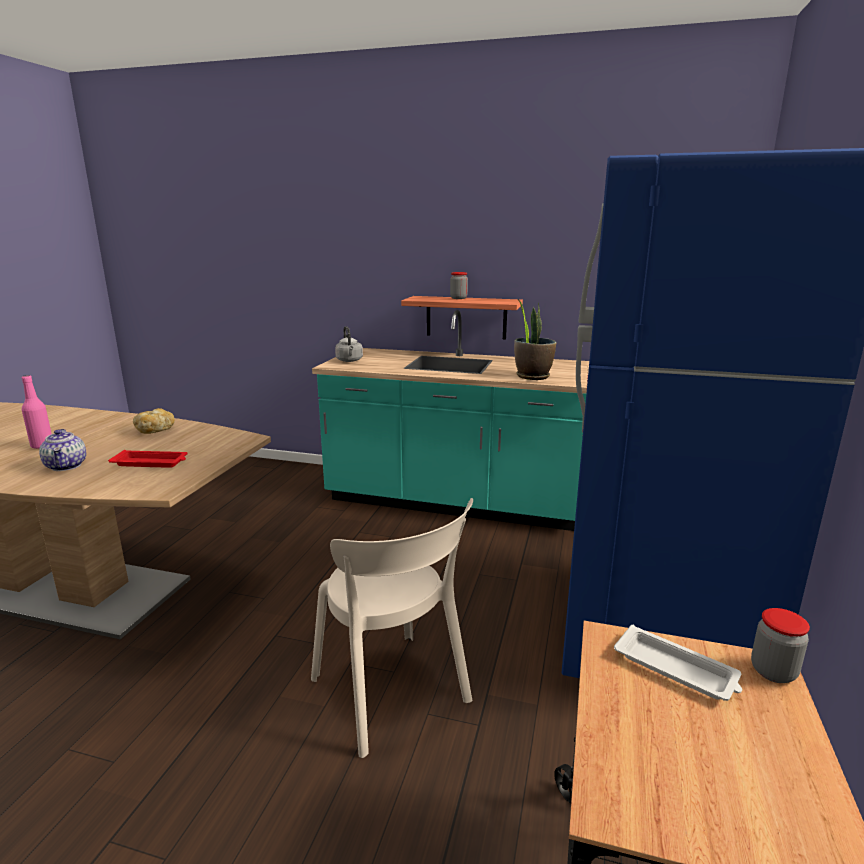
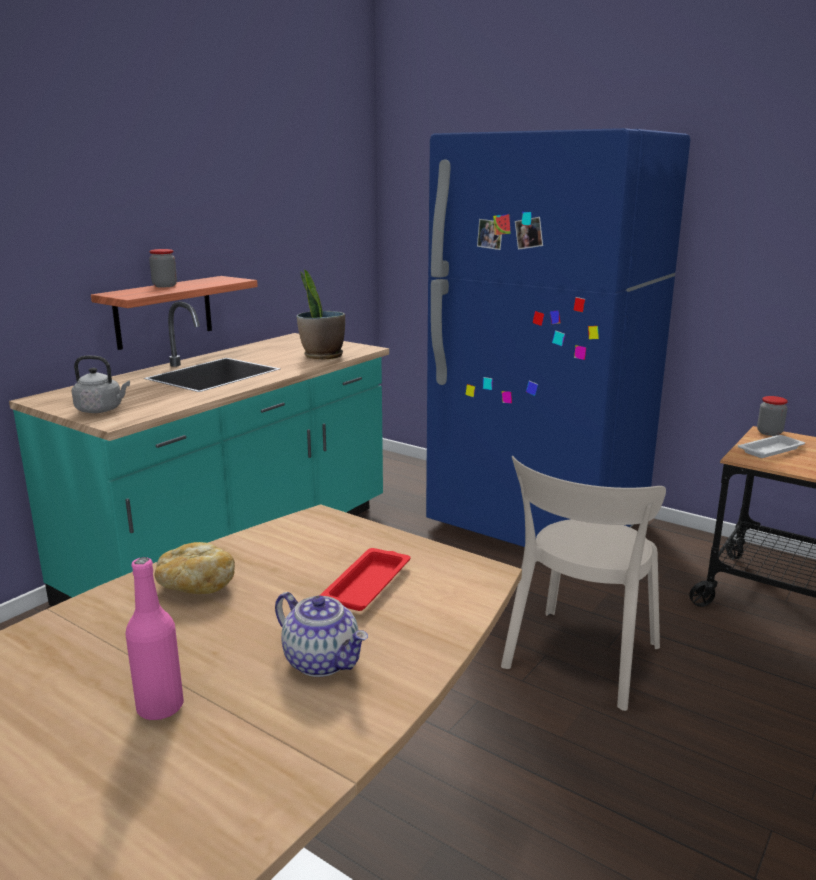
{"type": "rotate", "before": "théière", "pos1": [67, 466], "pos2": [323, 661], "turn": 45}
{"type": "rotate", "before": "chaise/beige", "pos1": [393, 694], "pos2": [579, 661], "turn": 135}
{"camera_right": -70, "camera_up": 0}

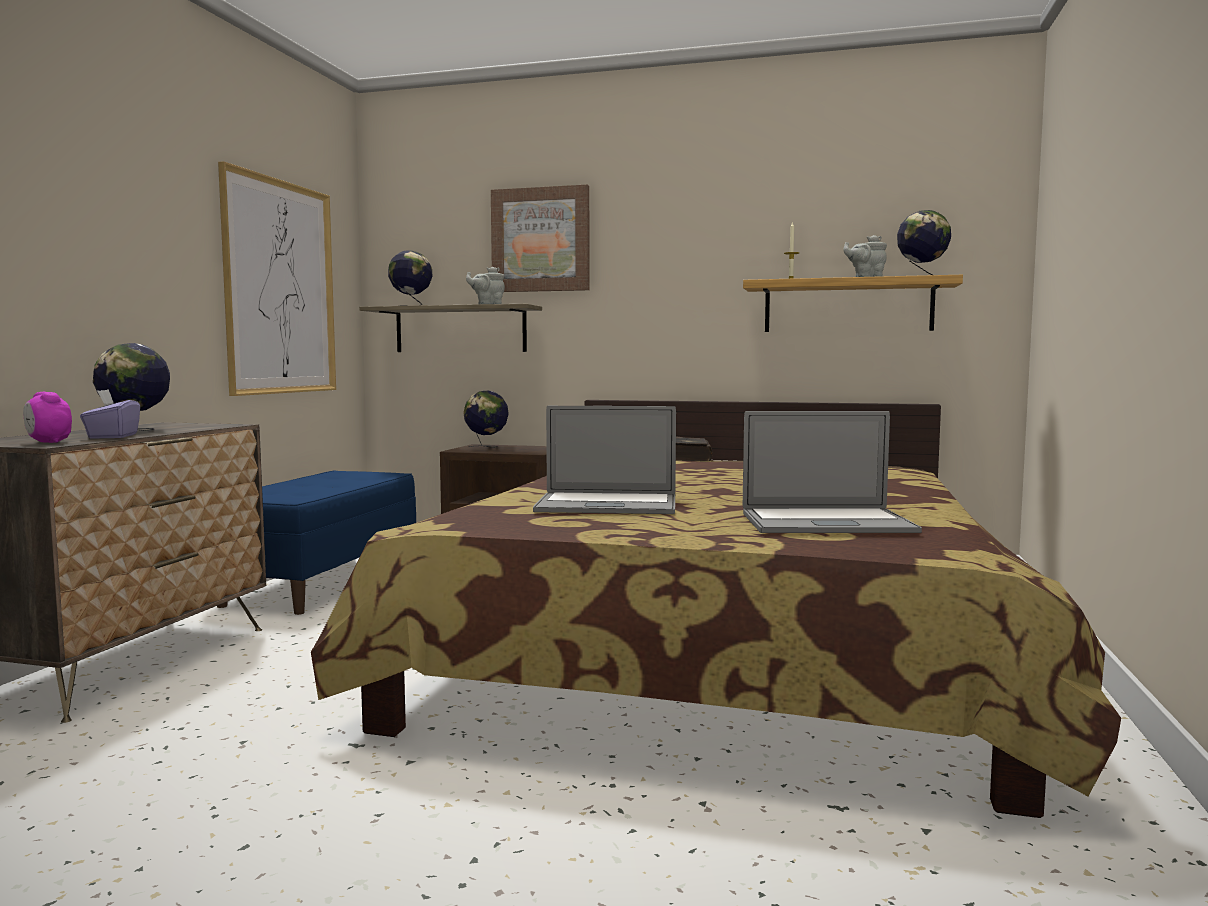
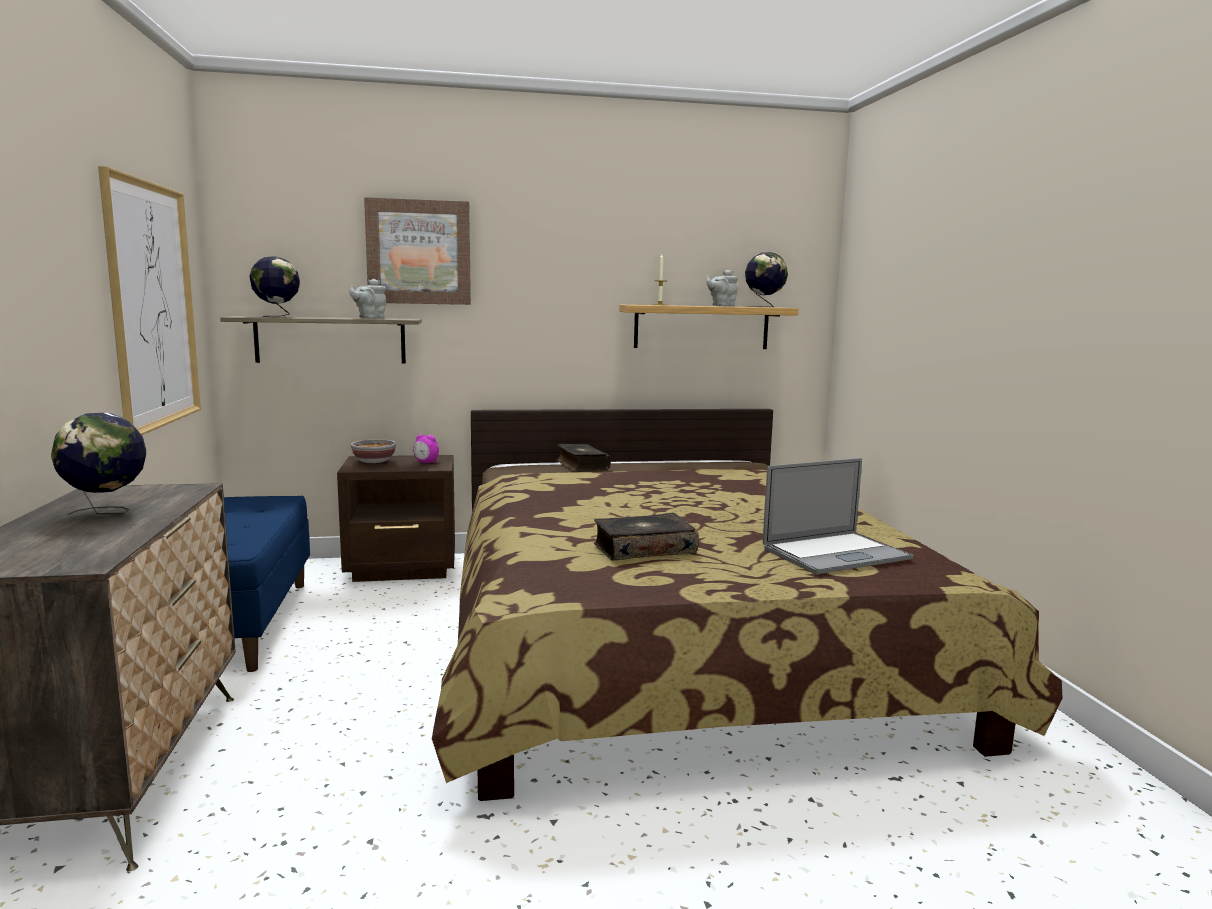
{"type": "replace", "before": "globe", "after": "bol", "pos1": [486, 447], "pos2": [374, 461]}
{"type": "move", "before": "réveil", "pos1": [48, 442], "pos2": [426, 462]}
{"type": "replace", "before": "ordinateur portable", "after": "livre", "pos1": [607, 505], "pos2": [643, 549]}
{"type": "delete", "before": "boîte à mouchoirs/violet", "pos1": [112, 436]}
{"camera_right": -25, "camera_up": 5}

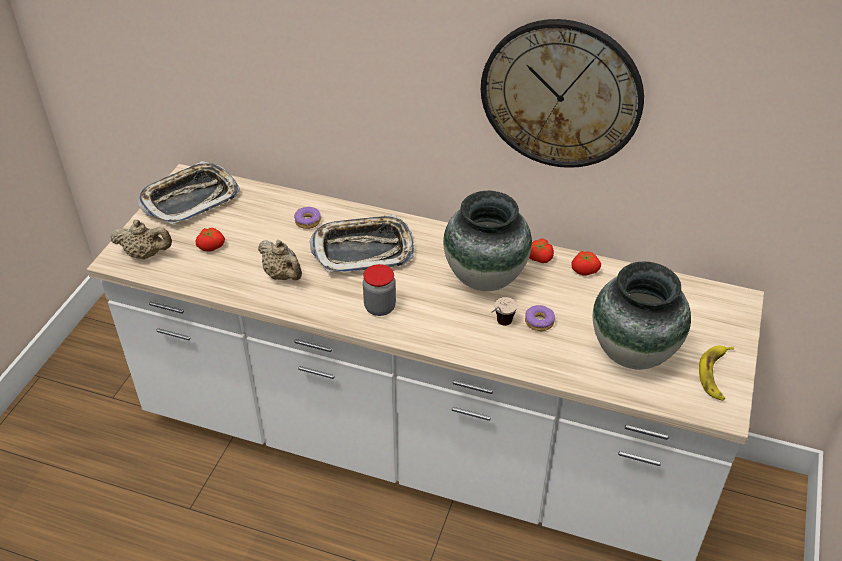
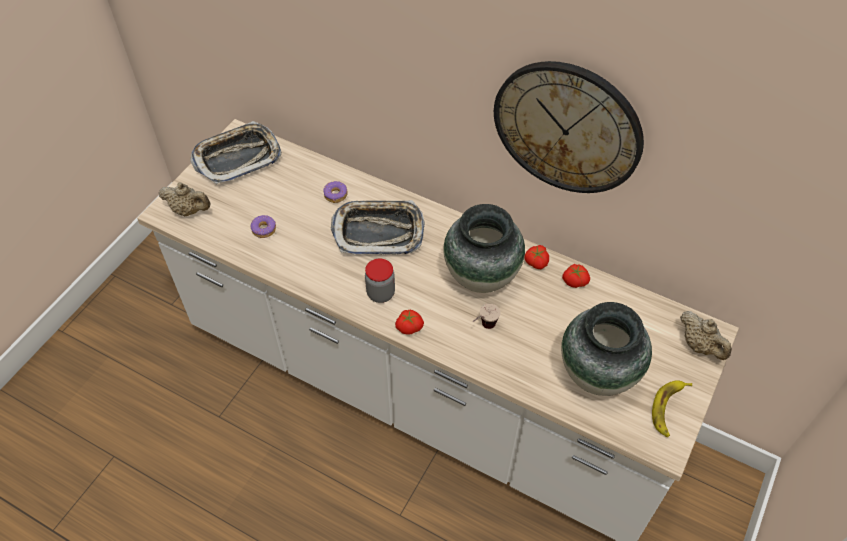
{"type": "move", "before": "beignet", "pos1": [539, 322], "pos2": [264, 229]}
{"type": "move", "before": "tomate", "pos1": [211, 245], "pos2": [409, 326]}
{"type": "move", "before": "théière/beige", "pos1": [283, 275], "pos2": [700, 346]}
{"camera_right": 10, "camera_up": 10}

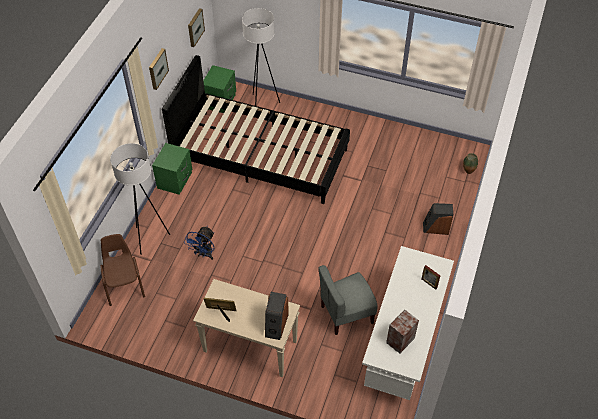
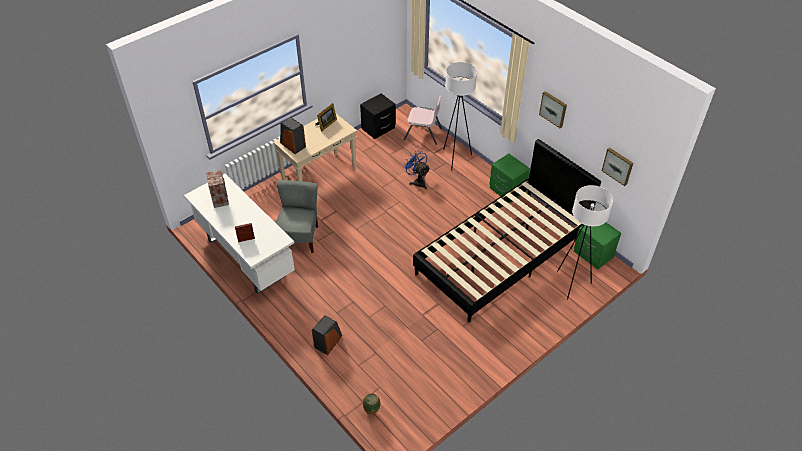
{"type": "insert", "after": "table de chevet/noir", "pos2": [378, 128]}
{"type": "recolor", "before": "chaise/marron", "after": "chaise/rose", "pos1": [124, 284], "pos2": [423, 134]}
{"camera_right": 120, "camera_up": -5}

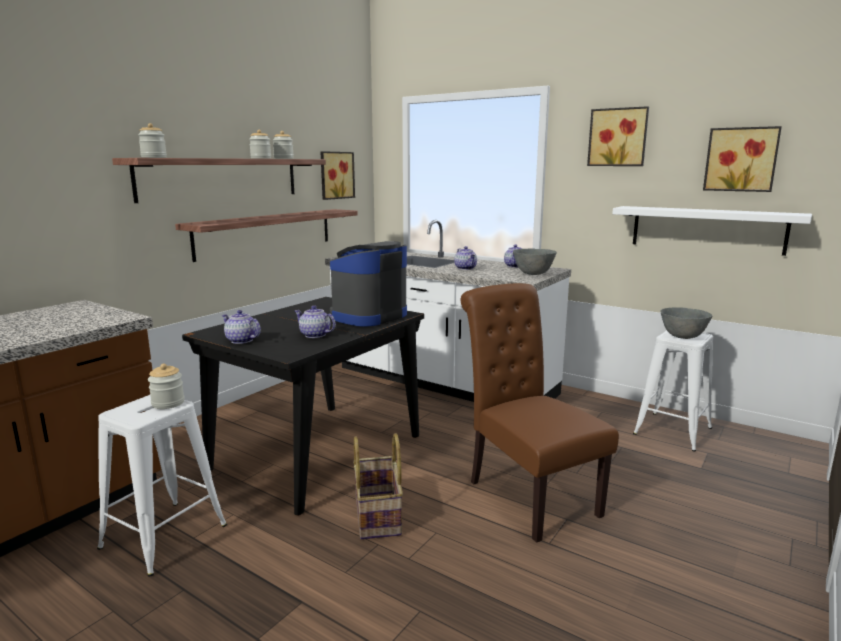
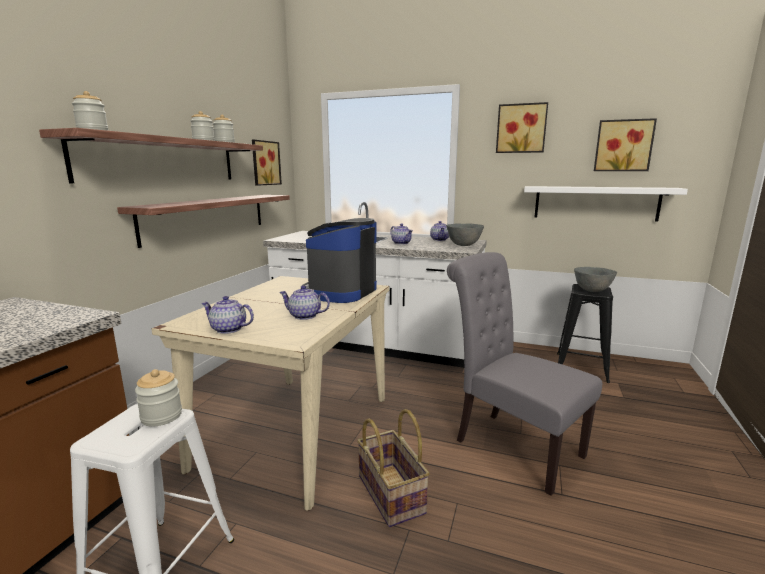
{"type": "recolor", "before": "table à manger/noir", "after": "table à manger/beige", "pos1": [317, 453], "pos2": [296, 432]}
{"type": "recolor", "before": "chaise/marron", "after": "chaise/gris", "pos1": [526, 494], "pos2": [511, 445]}
{"type": "recolor", "before": "tabouret/blanc", "after": "tabouret/noir", "pos1": [673, 431], "pos2": [581, 367]}
{"camera_right": -15, "camera_up": 0}

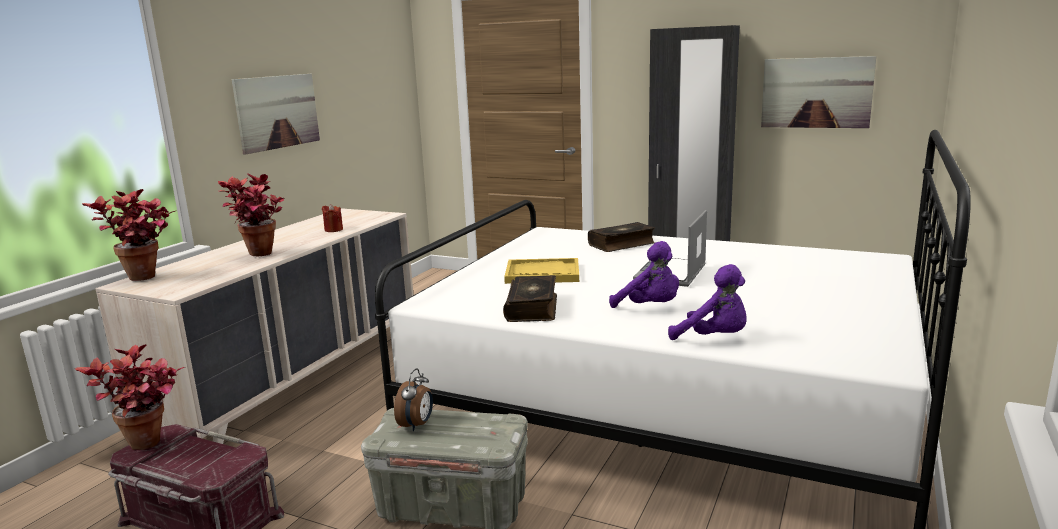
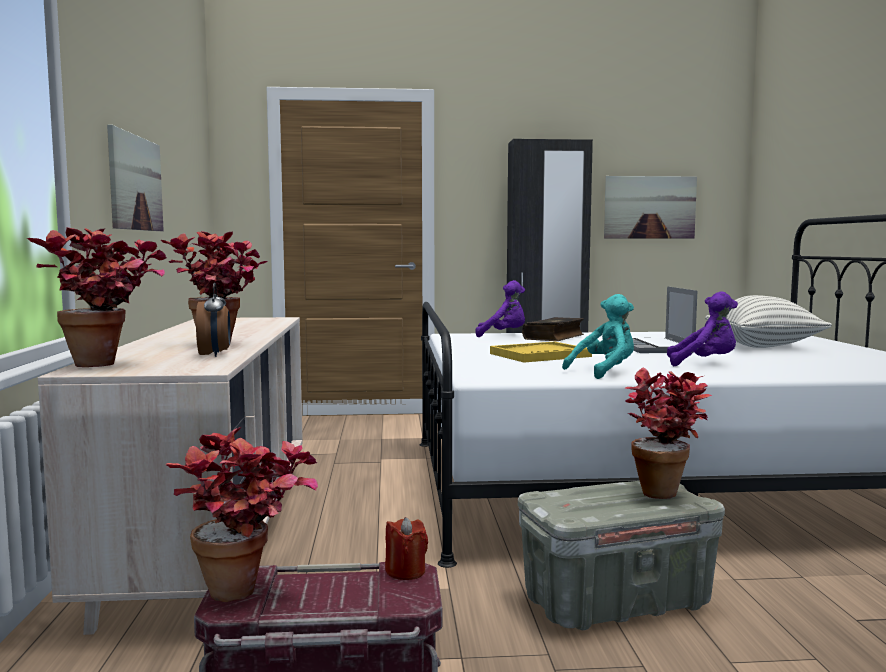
{"type": "move", "before": "réveil", "pos1": [417, 425], "pos2": [215, 354]}
{"type": "move", "before": "bougie/rouge", "pos1": [333, 230], "pos2": [405, 571]}
{"type": "move", "before": "peluche/violet", "pos1": [714, 338], "pos2": [503, 335]}
{"type": "replace", "before": "livre", "after": "peluche/turquoise", "pos1": [533, 308], "pos2": [605, 372]}
{"type": "insert", "after": "plante en pot", "pos2": [665, 491]}
{"type": "insert", "after": "coussin", "pos2": [763, 346]}
{"camera_right": -30, "camera_up": -10}

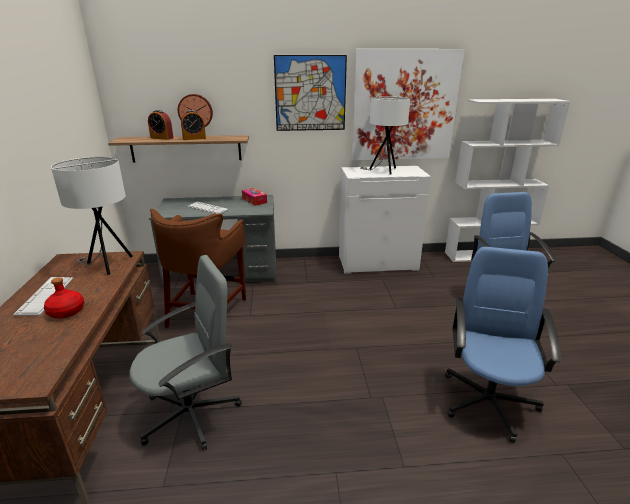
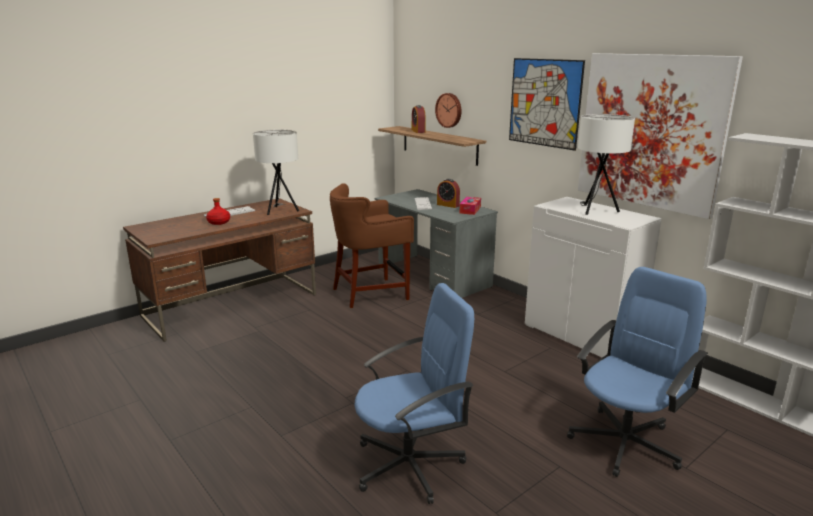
{"type": "move", "before": "réveil", "pos1": [194, 138], "pos2": [448, 205]}
{"type": "delete", "before": "chaise de bureau/gris", "pos1": [192, 413]}
{"camera_right": 55, "camera_up": -5}

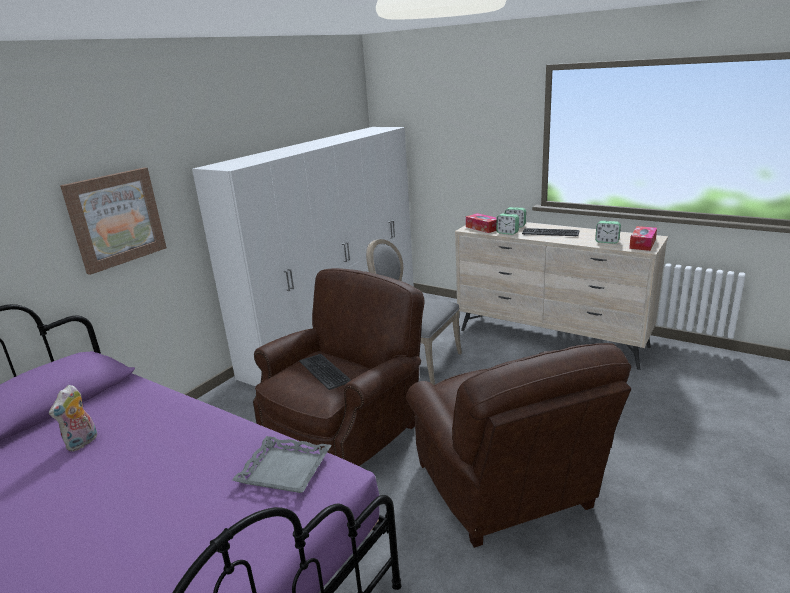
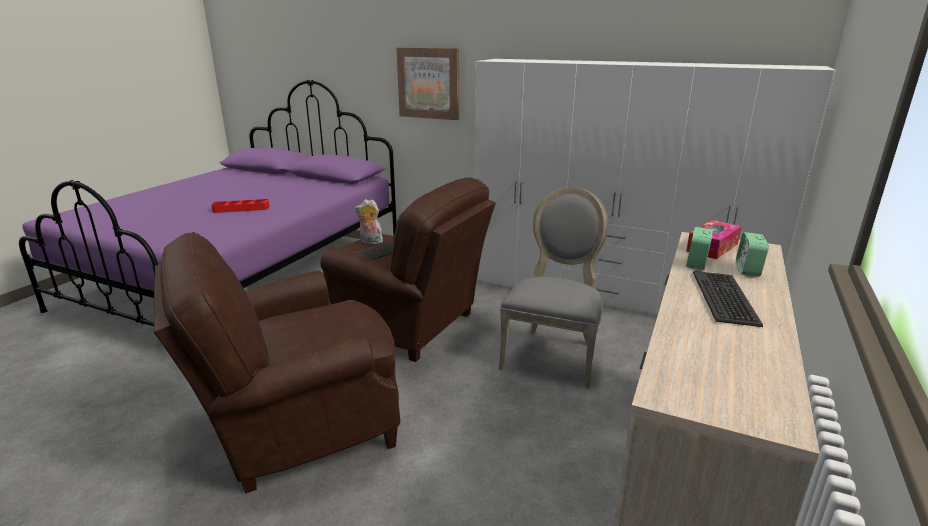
{"type": "insert", "after": "plateau/rouge", "pos2": [241, 209]}
{"type": "move", "before": "peluche", "pos1": [83, 443], "pos2": [370, 242]}
{"type": "delete", "before": "plateau/gris", "pos1": [285, 469]}
{"type": "delete", "before": "réveil", "pos1": [607, 241]}
{"type": "delete", "before": "boîte à mouchoirs", "pos1": [642, 244]}
{"camera_right": 80, "camera_up": 0}

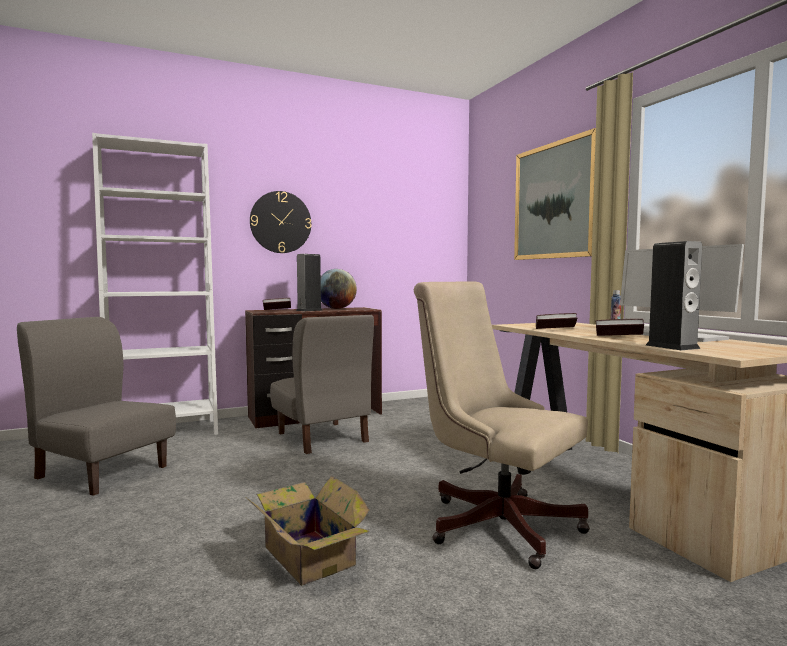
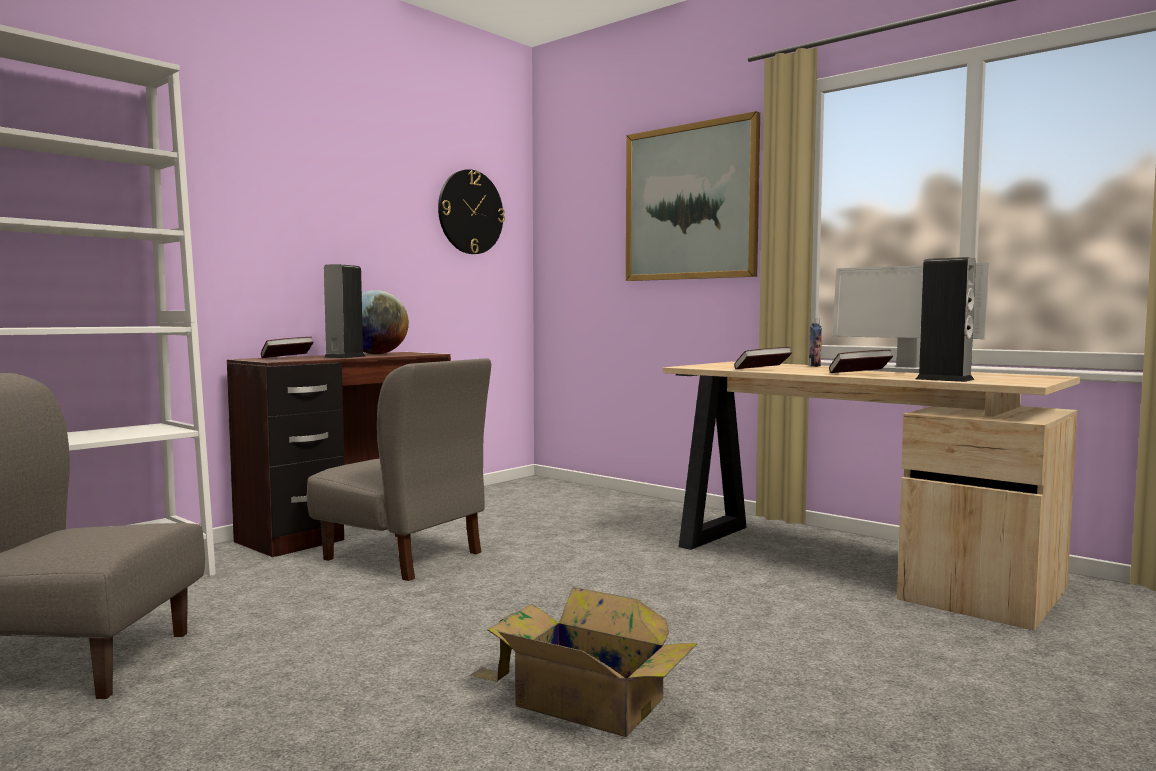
{"type": "move", "before": "horloge murale", "pos1": [280, 222], "pos2": [470, 212]}
{"type": "delete", "before": "chaise de bureau/beige", "pos1": [494, 522]}
{"camera_right": -25, "camera_up": 0}

